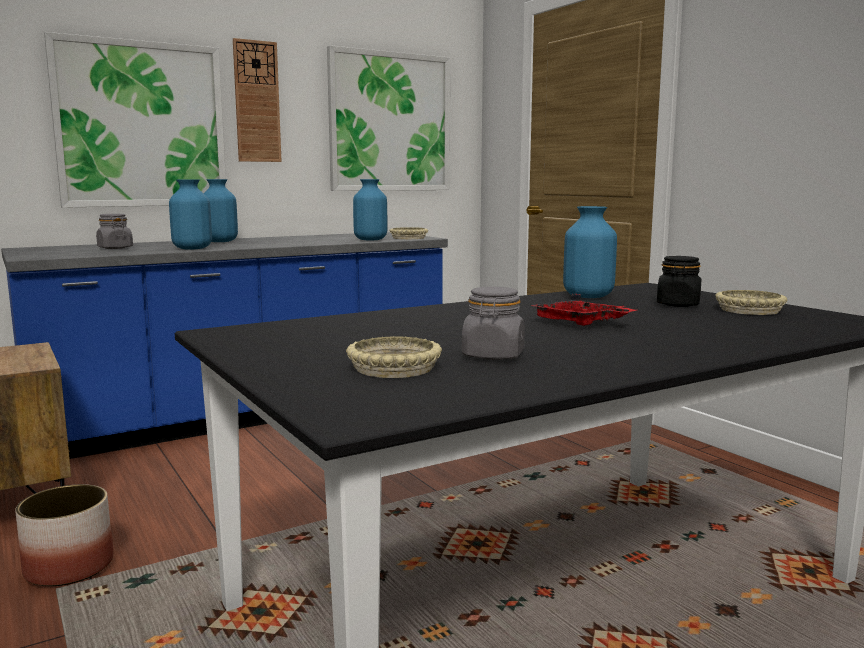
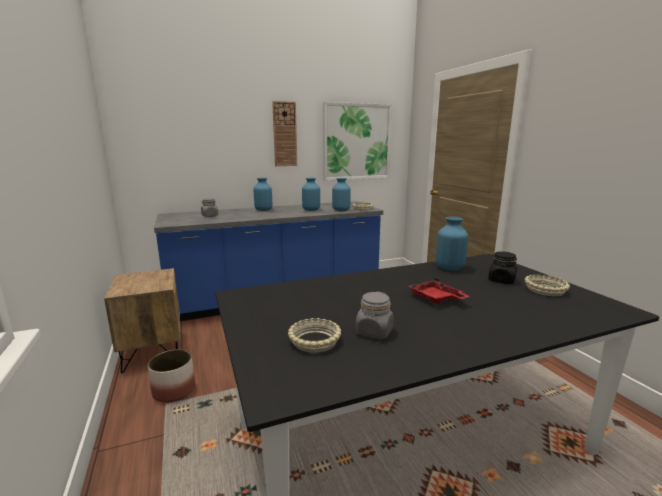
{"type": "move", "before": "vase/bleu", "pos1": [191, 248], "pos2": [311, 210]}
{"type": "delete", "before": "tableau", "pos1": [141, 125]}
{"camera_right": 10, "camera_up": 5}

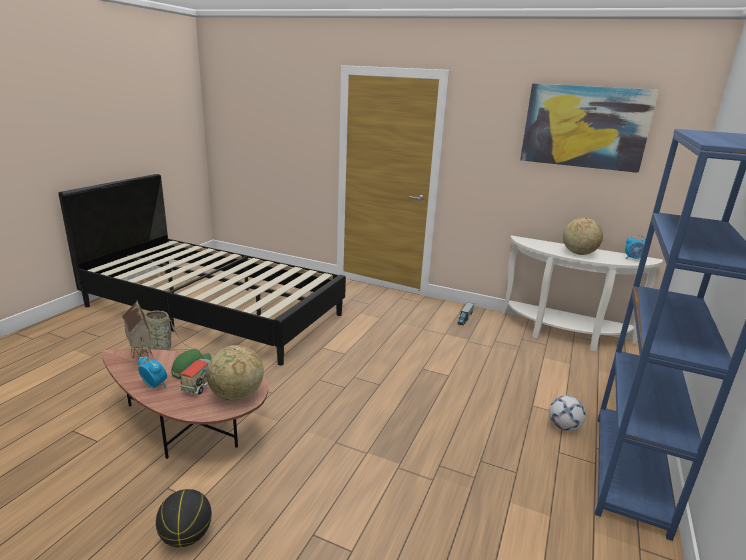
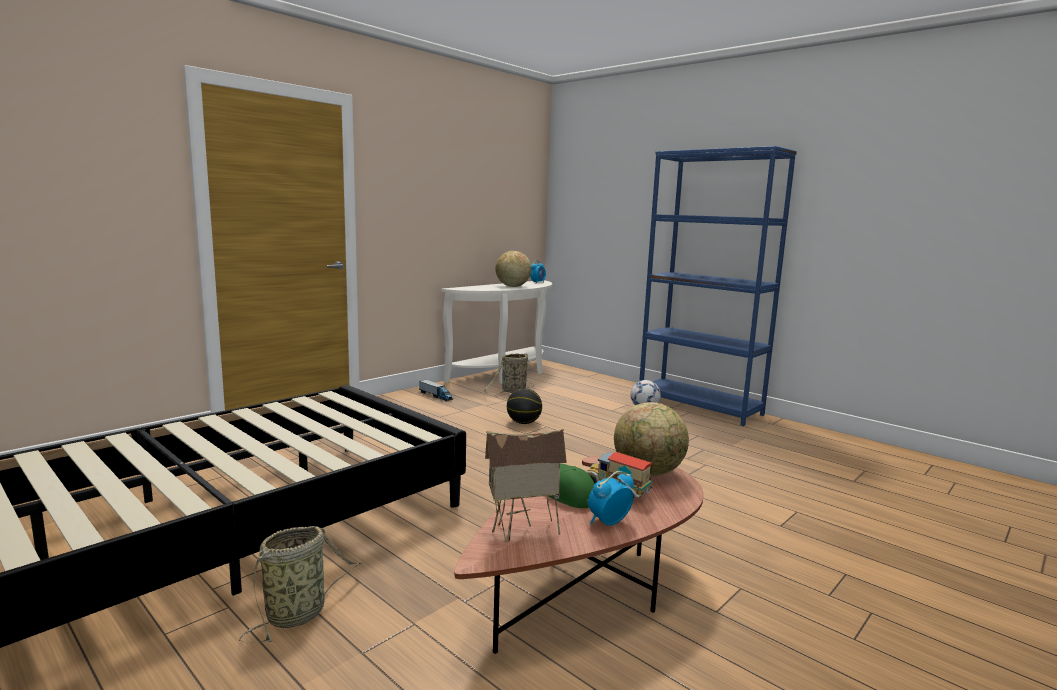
{"type": "insert", "after": "panier", "pos2": [512, 391]}
{"type": "move", "before": "ballon de basket", "pos1": [186, 536], "pos2": [523, 423]}
{"type": "delete", "before": "tableau", "pos1": [584, 127]}
{"camera_right": -70, "camera_up": -10}

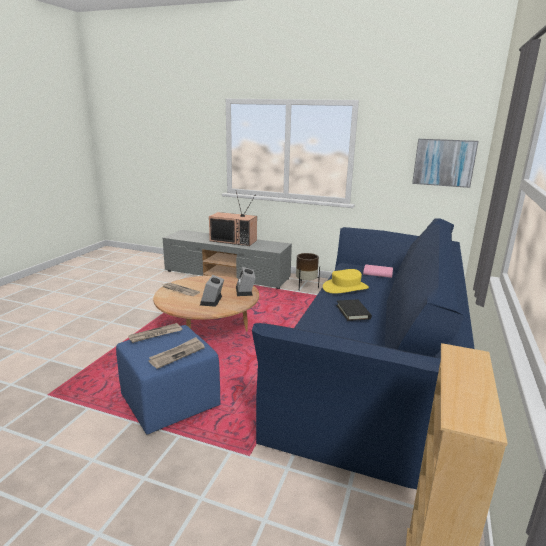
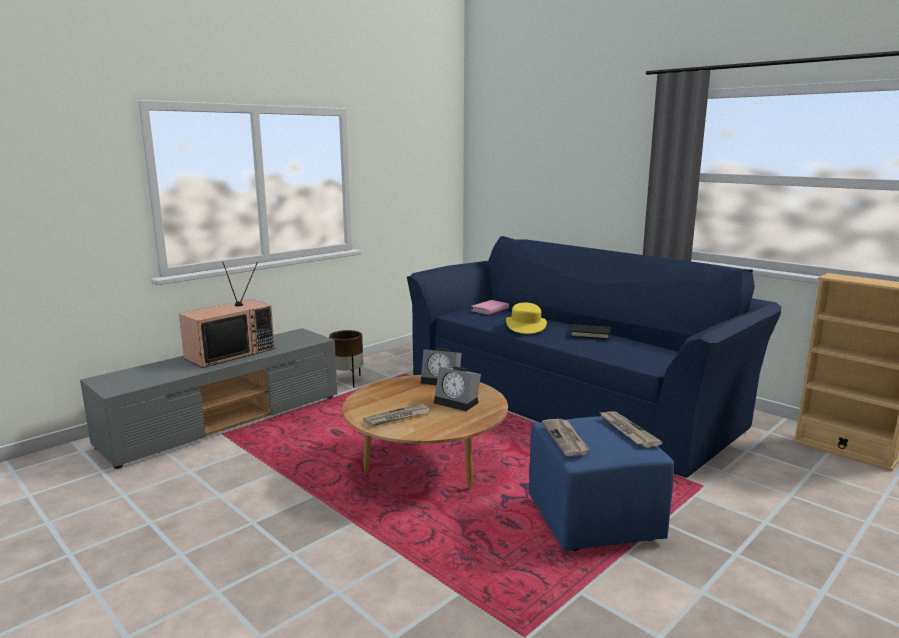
{"type": "delete", "before": "tableau", "pos1": [444, 162]}
{"camera_right": -65, "camera_up": -5}

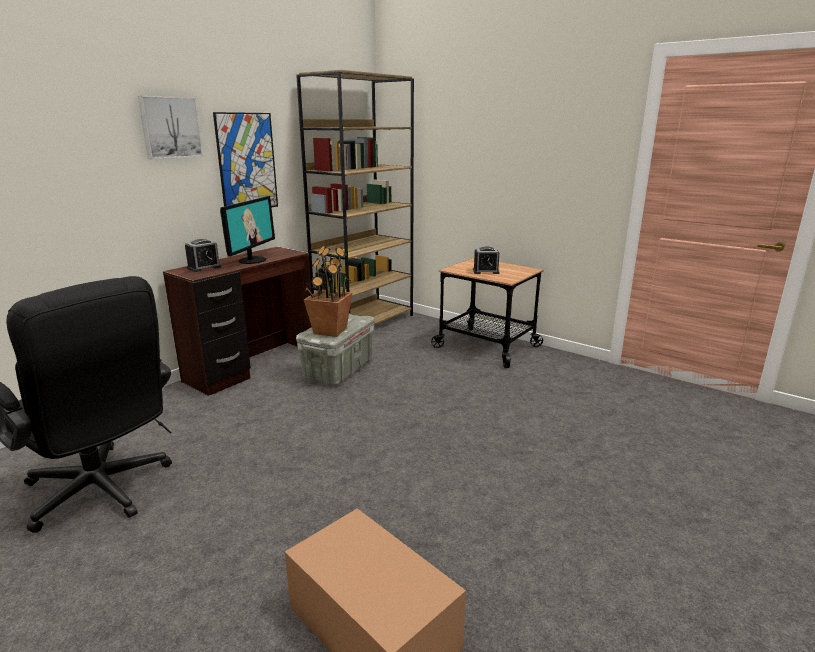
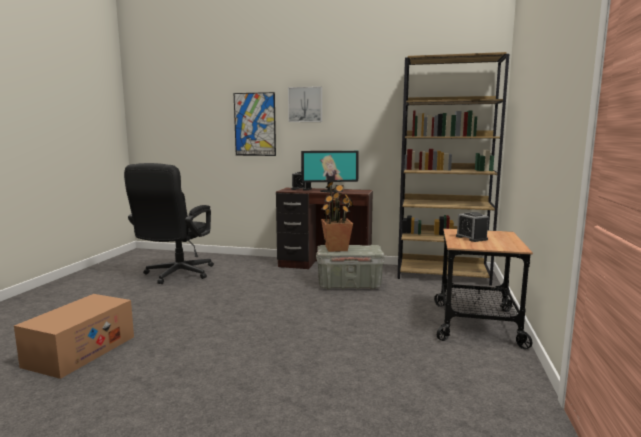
{"type": "move", "before": "tableau", "pos1": [247, 162], "pos2": [255, 124]}
{"camera_right": 65, "camera_up": -10}

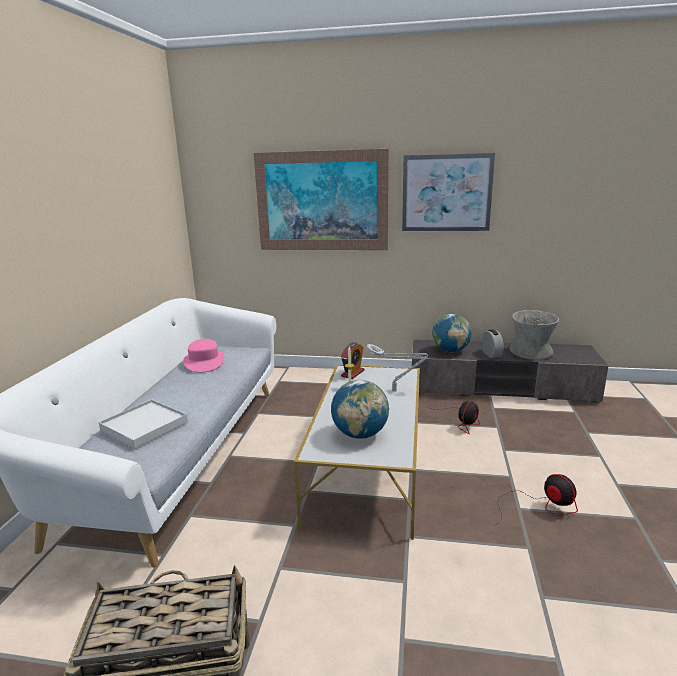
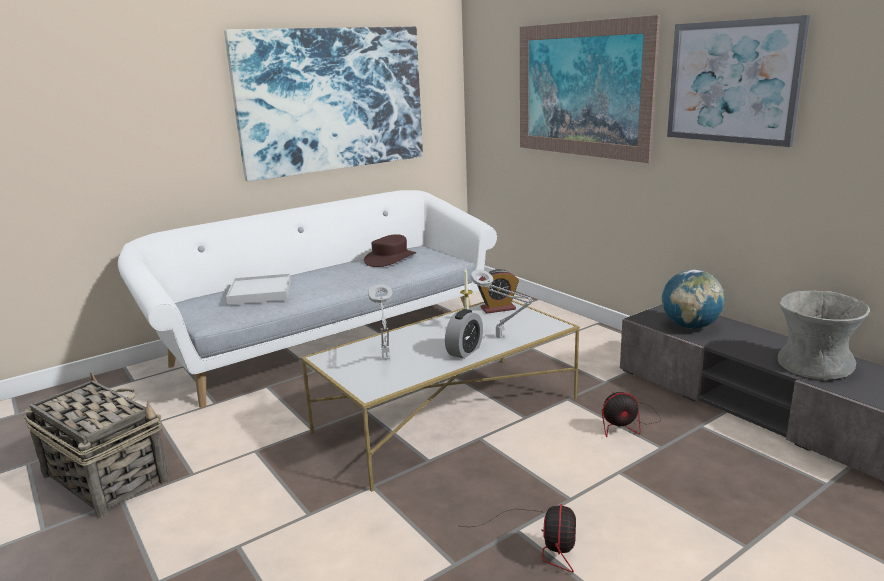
{"type": "insert", "after": "tableau", "pos2": [332, 100]}
{"type": "recolor", "before": "chapeau/rose", "after": "chapeau/marron", "pos1": [204, 362], "pos2": [390, 259]}
{"type": "replace", "before": "globe", "after": "lampe de table/gris", "pos1": [360, 434], "pos2": [386, 360]}
{"type": "move", "before": "réveil", "pos1": [491, 354], "pos2": [464, 351]}
{"camera_right": 45, "camera_up": 0}

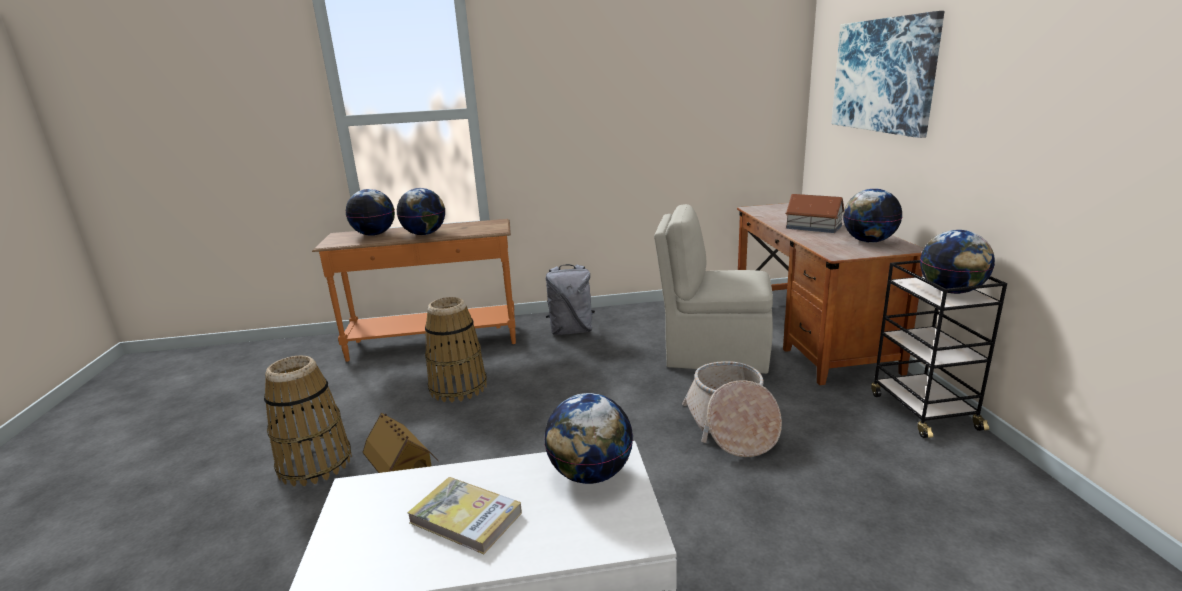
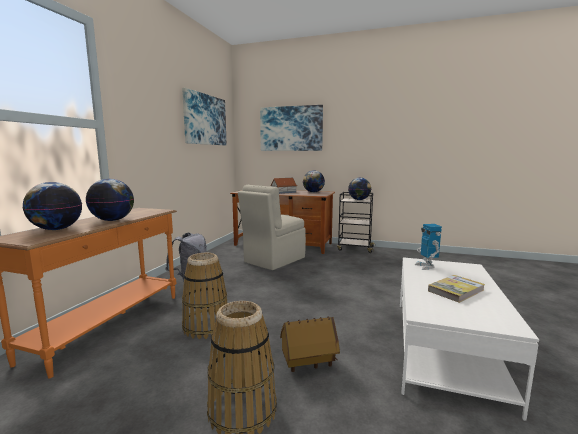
{"type": "insert", "after": "tableau", "pos2": [205, 119]}
{"type": "replace", "before": "globe", "after": "robot jouet", "pos1": [590, 474], "pos2": [426, 266]}
{"type": "delete", "before": "panier", "pos1": [731, 426]}
{"camera_right": -65, "camera_up": -10}

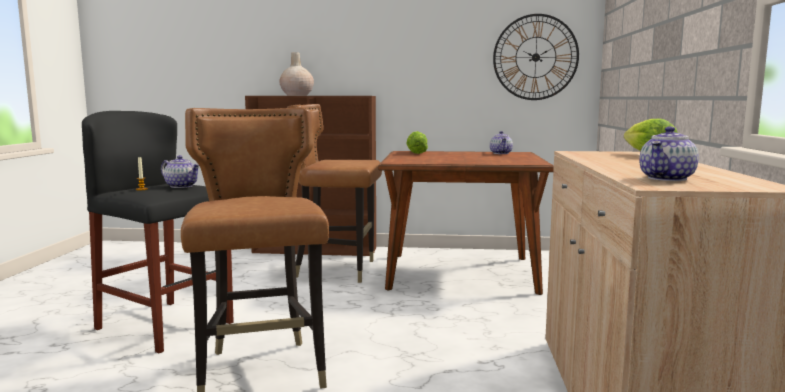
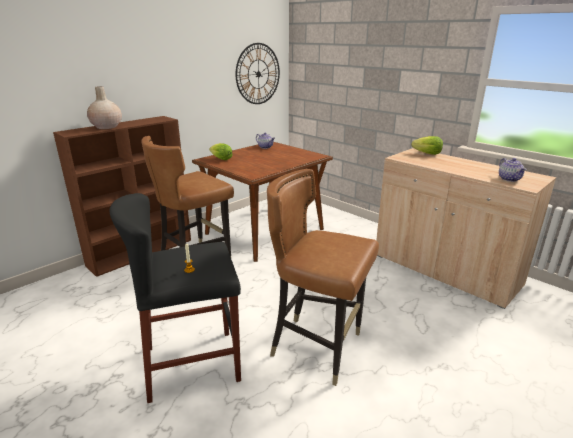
{"type": "delete", "before": "théière", "pos1": [182, 186]}
{"camera_right": -50, "camera_up": 15}

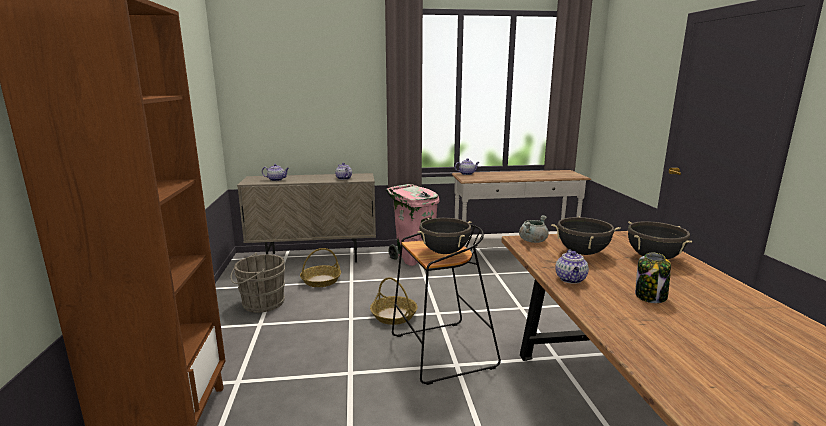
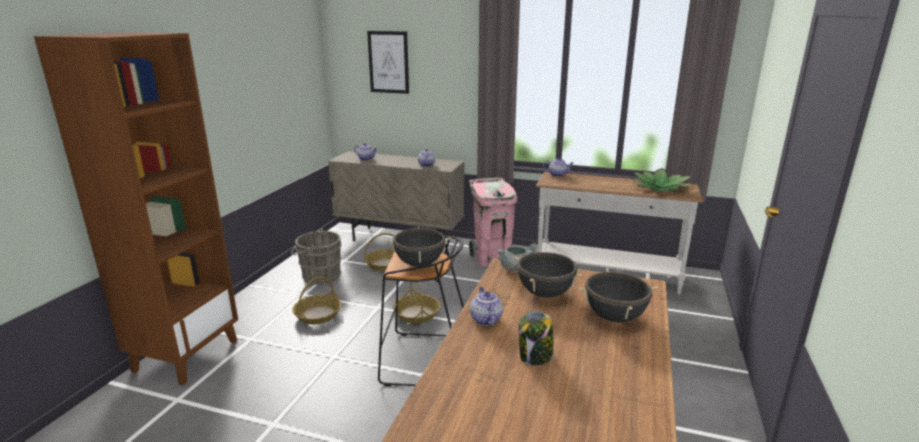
{"type": "insert", "after": "panier", "pos2": [318, 314]}
{"type": "insert", "after": "tableau", "pos2": [388, 62]}
{"type": "rotate", "before": "théière", "pos1": [571, 279], "pos2": [485, 319], "turn": 135}
{"type": "insert", "after": "plante en pot", "pos2": [660, 188]}
{"camera_right": 25, "camera_up": 5}

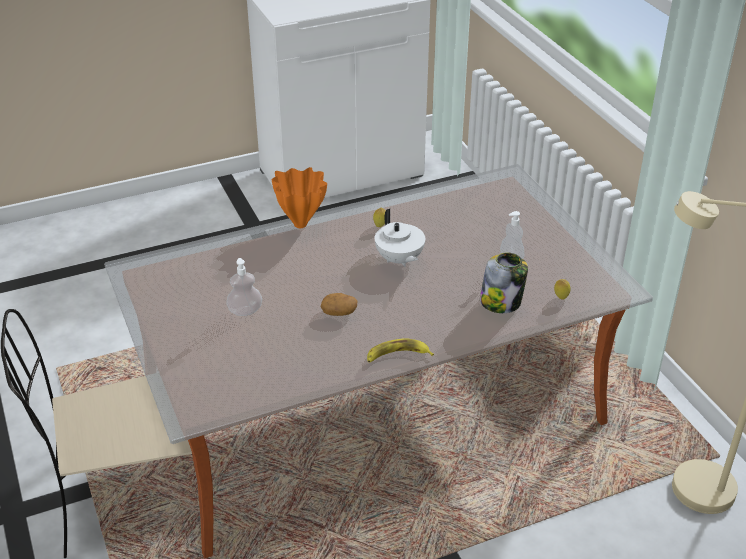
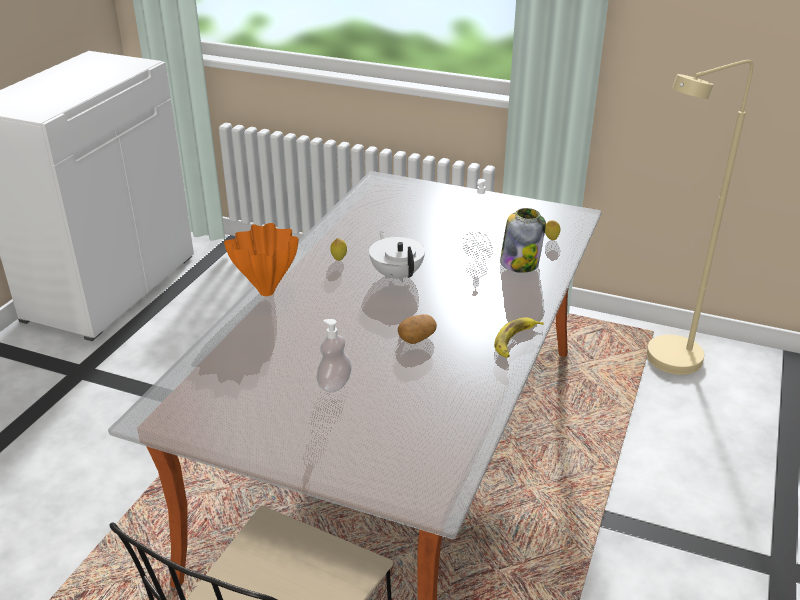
{"type": "rotate", "before": "théière/blanc", "pos1": [399, 260], "pos2": [397, 275], "turn": -135}
{"camera_right": -45, "camera_up": -5}

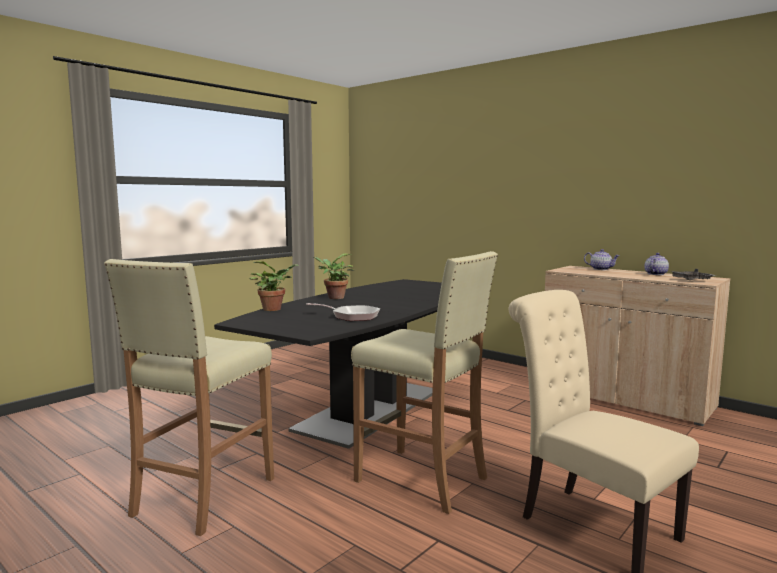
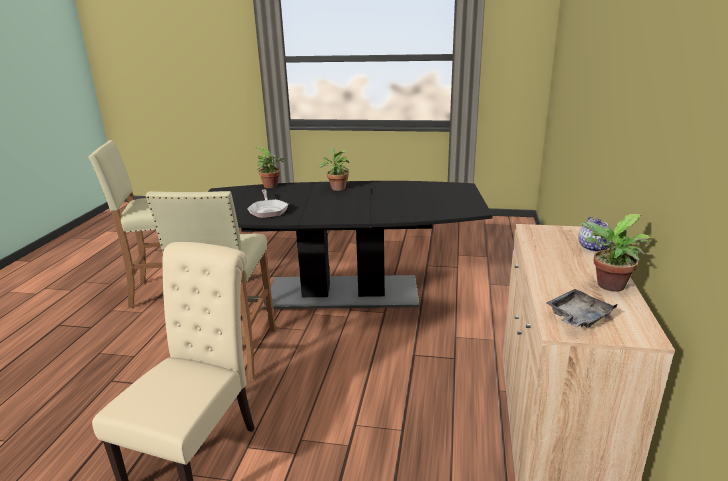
{"type": "replace", "before": "théière", "after": "plante en pot", "pos1": [655, 274], "pos2": [607, 286]}
{"camera_right": 60, "camera_up": 15}

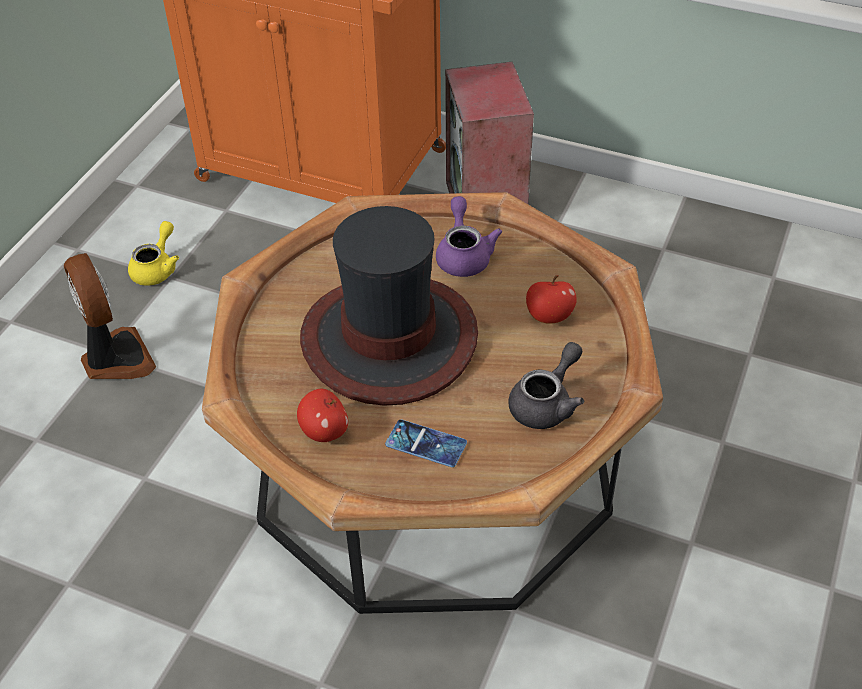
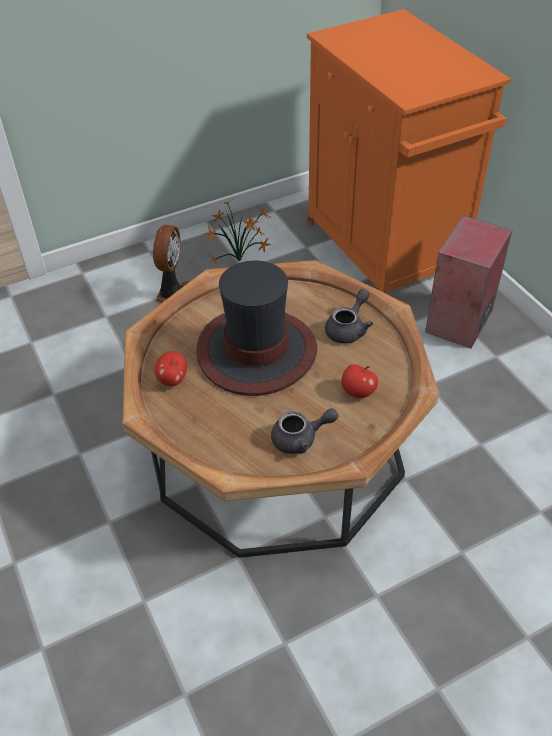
{"type": "replace", "before": "théière/jaune", "after": "plante en pot", "pos1": [157, 268], "pos2": [241, 260]}
{"type": "recolor", "before": "théière/violet", "after": "théière/gris", "pos1": [464, 255], "pos2": [348, 329]}
{"type": "delete", "before": "téléphone", "pos1": [426, 444]}
{"camera_right": 40, "camera_up": 0}

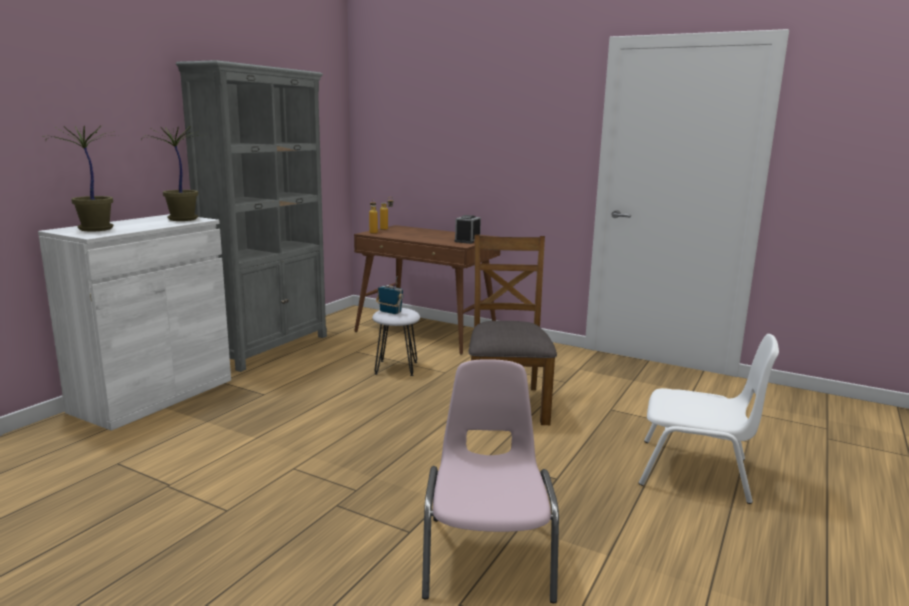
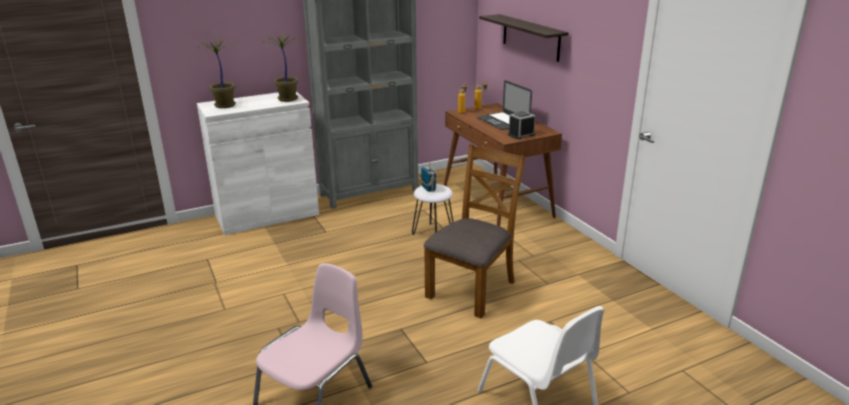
{"type": "insert", "after": "ordinateur portable", "pos2": [503, 121]}
{"type": "insert", "after": "étagère", "pos2": [530, 37]}
{"camera_right": 35, "camera_up": 10}

